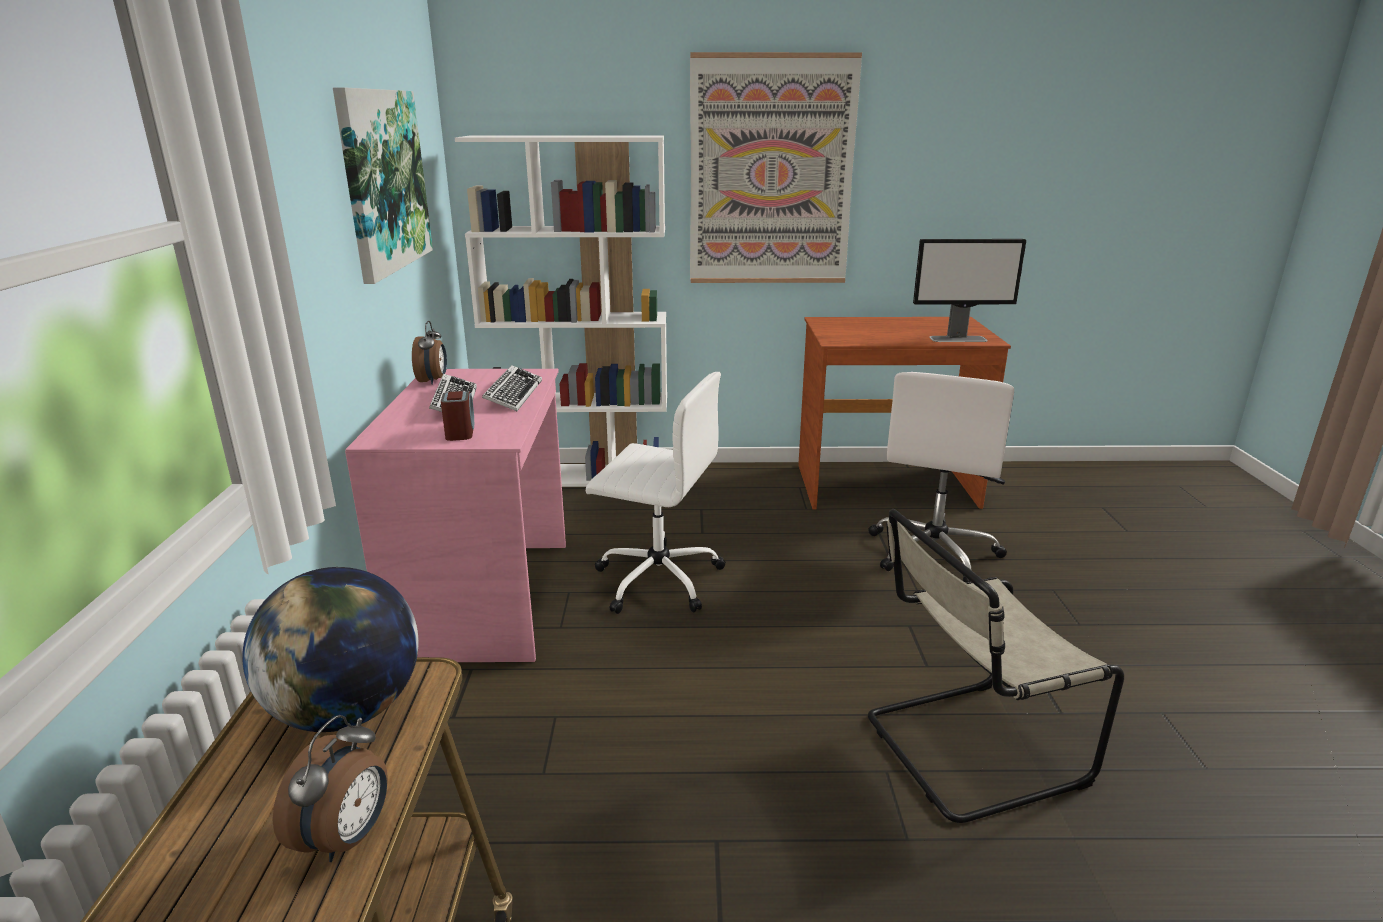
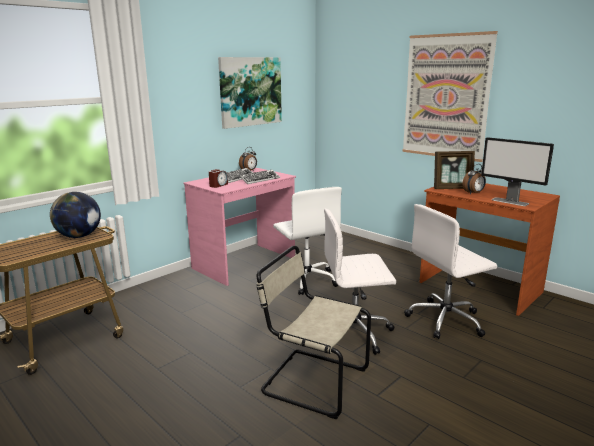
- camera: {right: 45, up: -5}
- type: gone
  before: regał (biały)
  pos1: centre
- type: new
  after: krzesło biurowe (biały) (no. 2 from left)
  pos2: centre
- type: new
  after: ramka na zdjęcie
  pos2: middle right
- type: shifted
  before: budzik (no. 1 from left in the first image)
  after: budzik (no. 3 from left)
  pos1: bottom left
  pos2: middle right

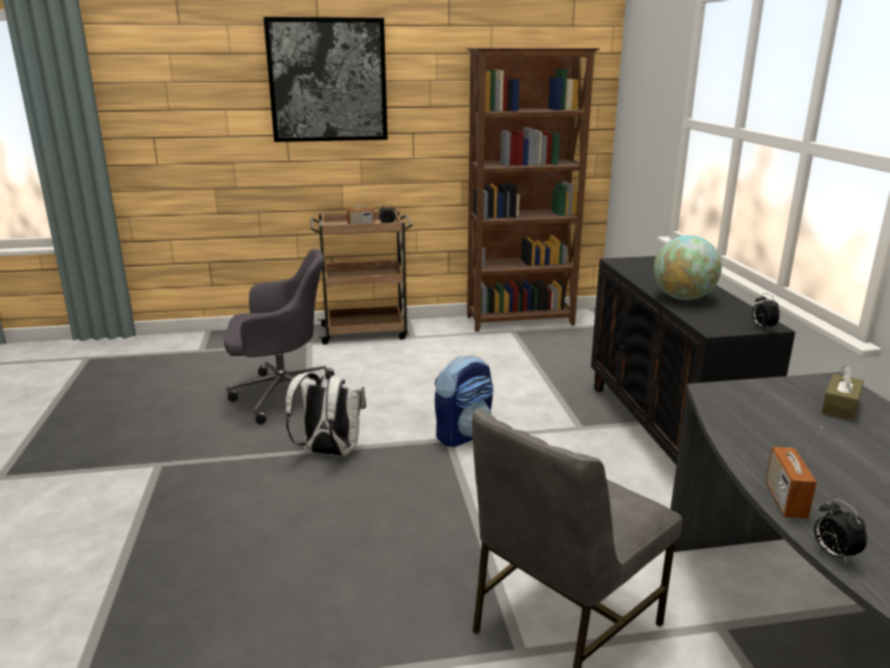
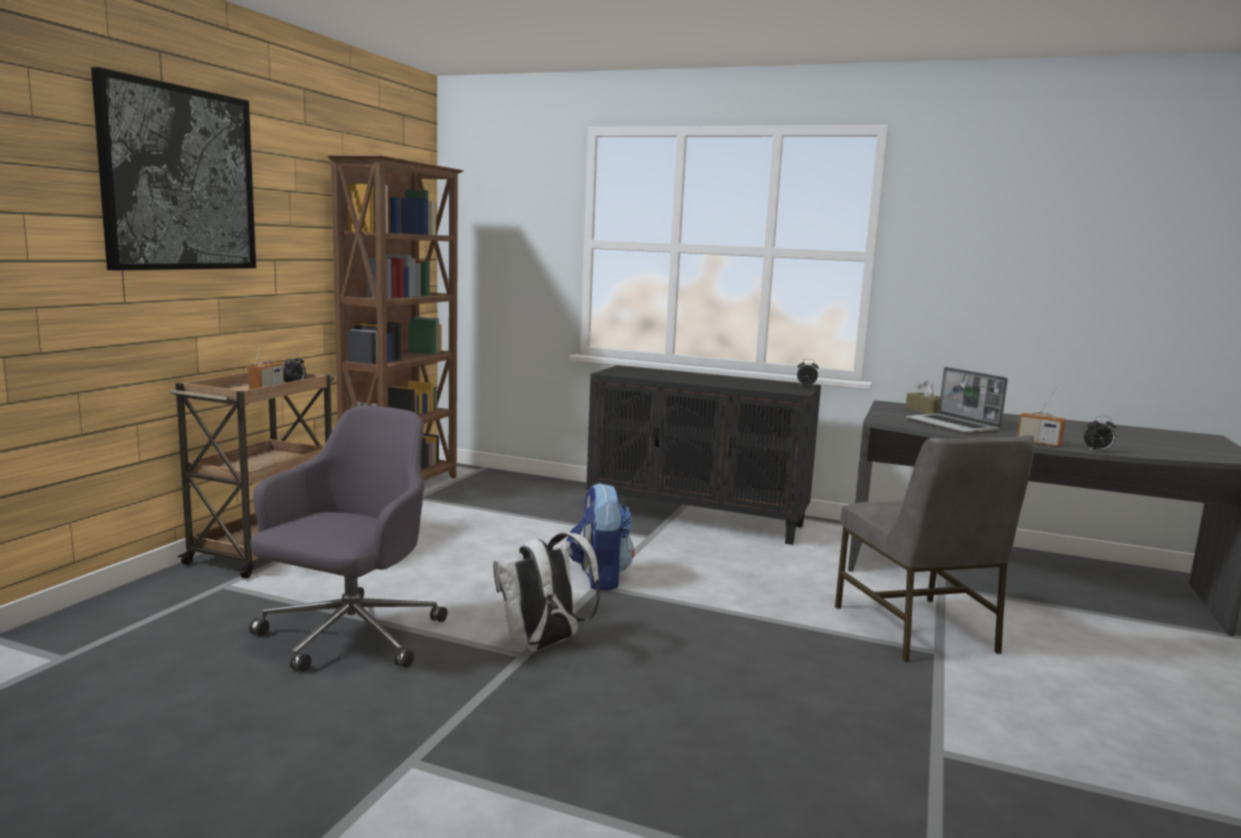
- camera: {right: -60, up: -10}
- type: gone
  before: globus
  pos1: middle right
- type: new
  after: laptop
  pos2: middle right

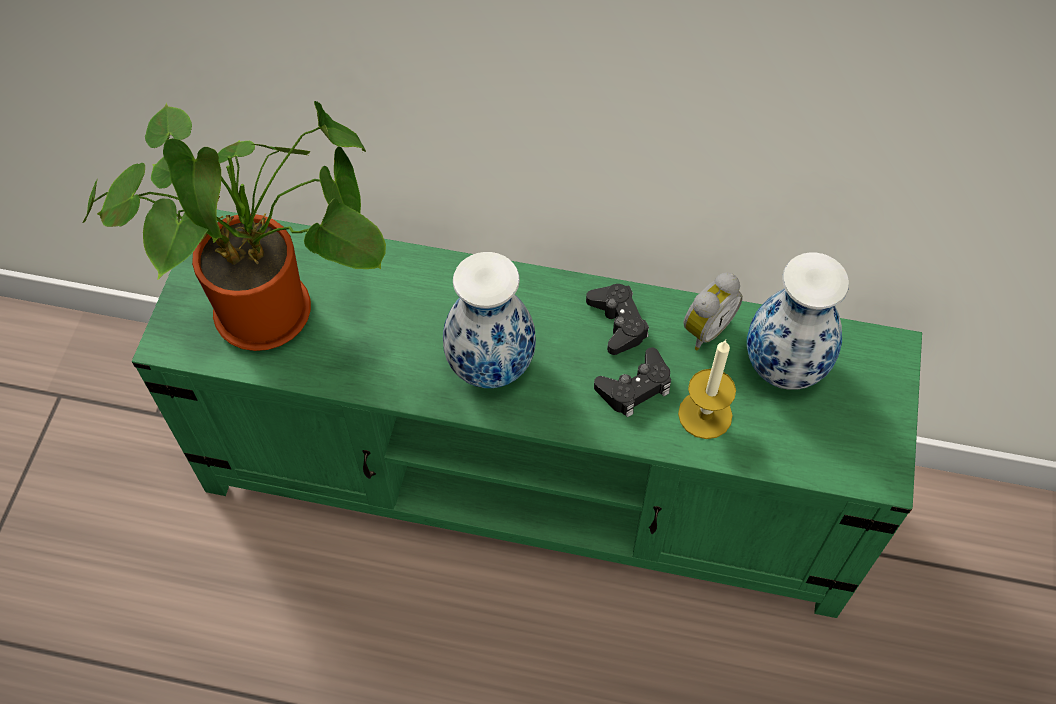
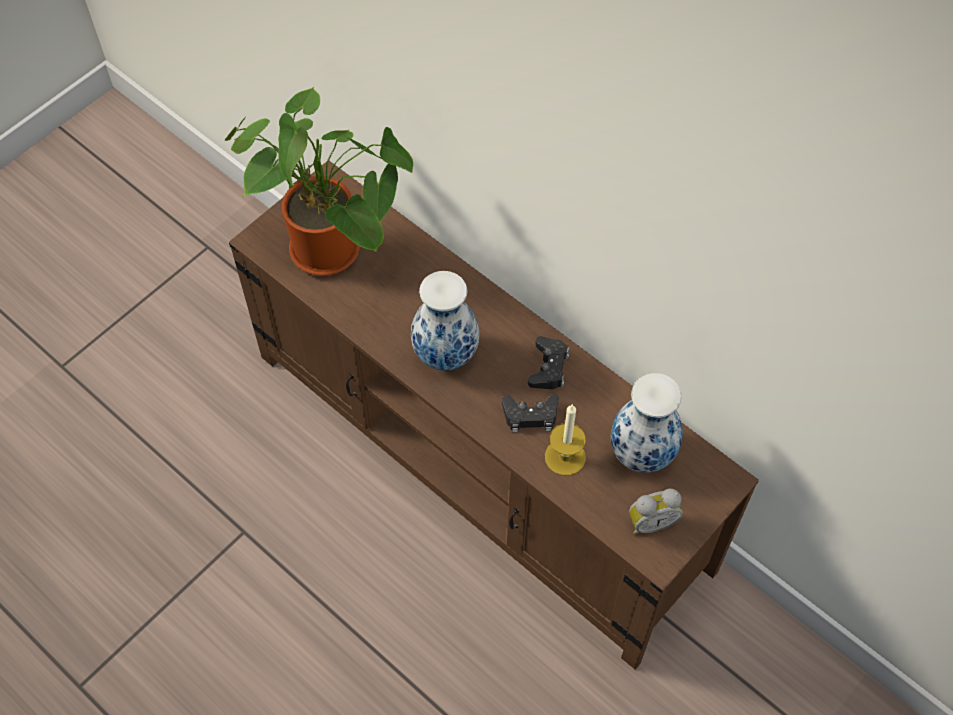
- camera: {right: 30, up: 0}
- type: shifted
  before: budzik
  pos1: middle right
  pos2: bottom right
- type: repainted
  before: szafka pod telewizor (zielony)
  after: szafka pod telewizor (brązowy)
  pos1: centre
  pos2: centre

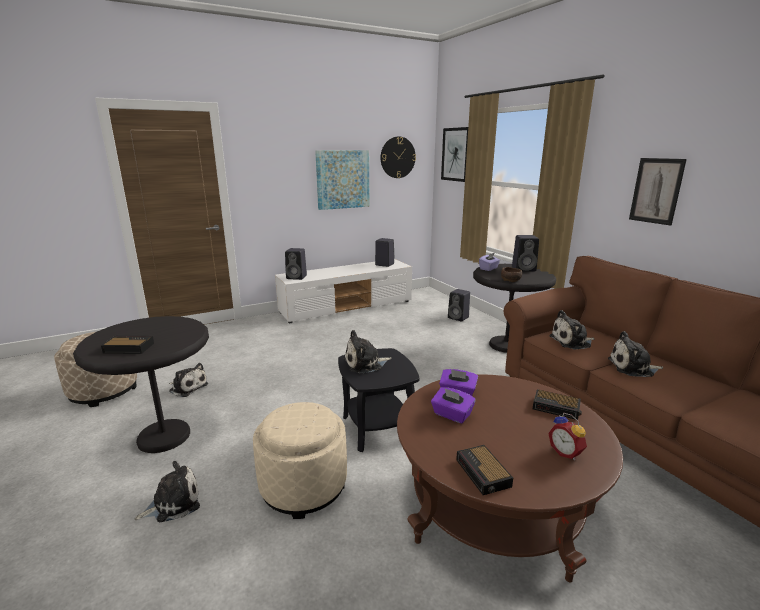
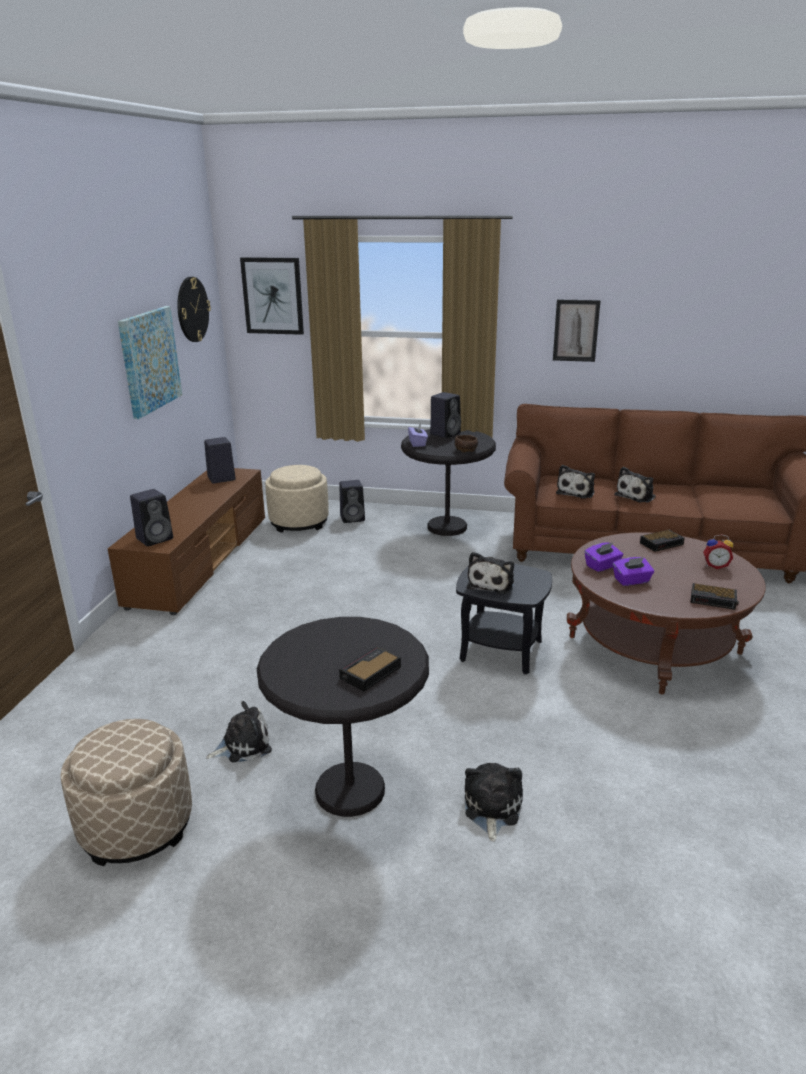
- camera: {right: -50, up: 5}
- type: shifted
  before: pufa (beżowy) (no. 2 from left)
  pos1: bottom centre
  pos2: centre
- type: repainted
  before: szafka pod telewizor (biały)
  after: szafka pod telewizor (brązowy)
  pos1: centre
  pos2: middle left

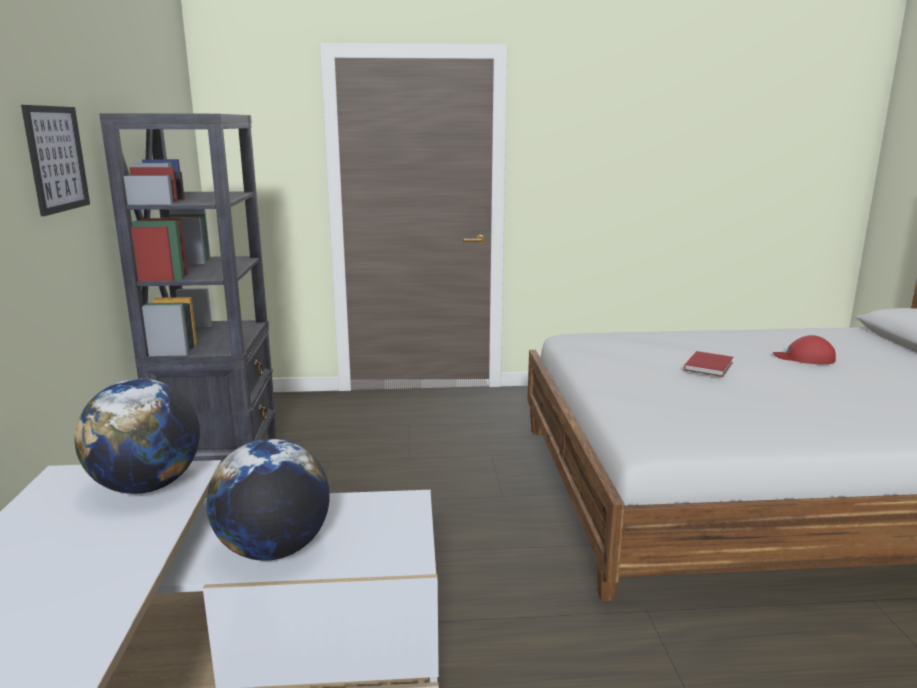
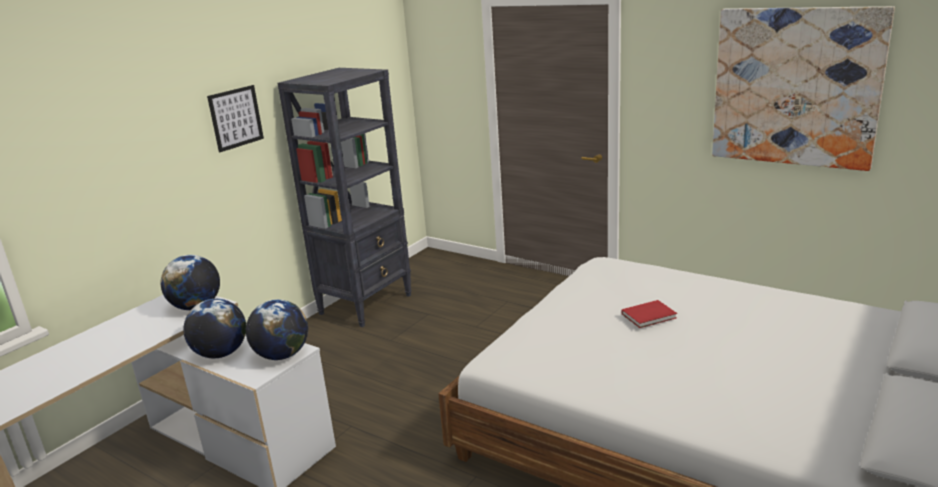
- camera: {right: 40, up: 5}
- type: gone
  before: czapka z daszkiem (czerwony)
  pos1: middle right
- type: new
  after: globus (no. 3 from left)
  pos2: bottom left
- type: new
  after: obraz (no. 2 from left)
  pos2: top right

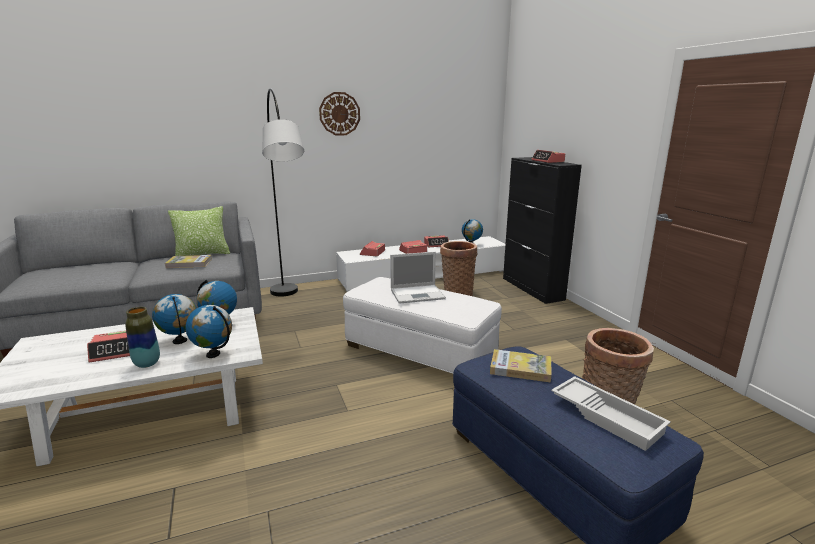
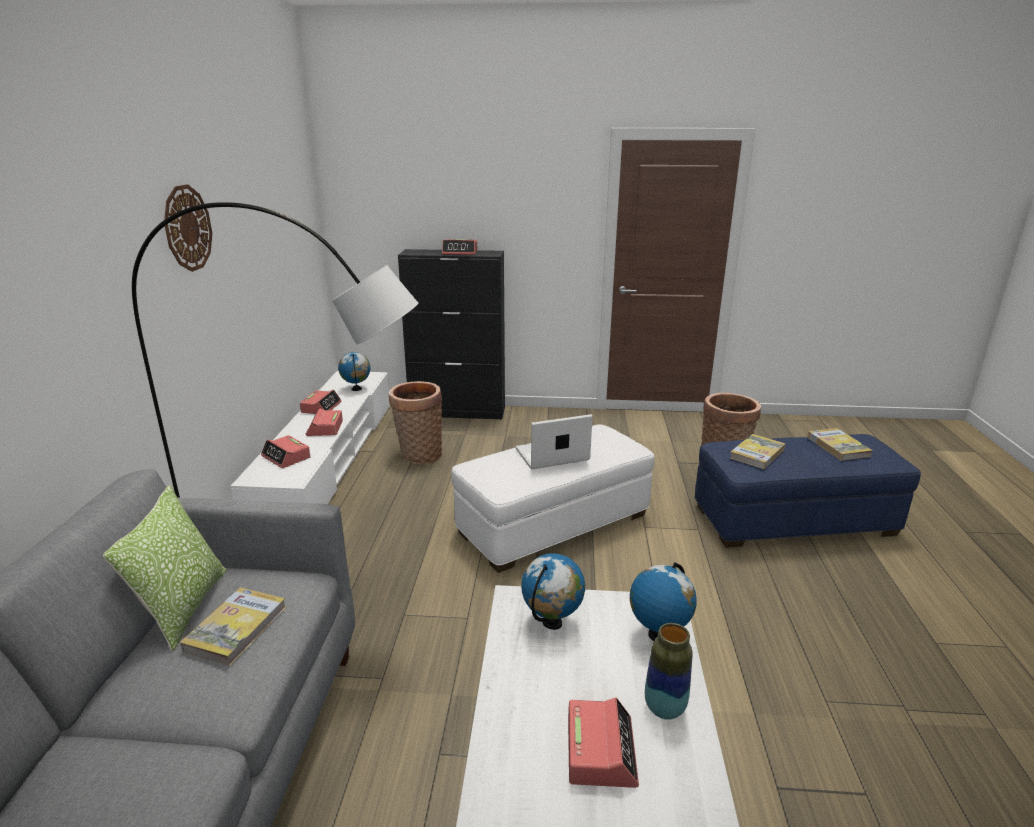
- camera: {right: -65, up: 5}
- type: gone
  before: globus (no. 1 from left)
  pos1: middle left
- type: swapped
  before: taca (biały)
  after: książka (no. 3 from left)
  pos1: bottom right
  pos2: middle right
- type: rotated
  before: laptop
  pos1: centre
  pos2: centre
  turn: -120

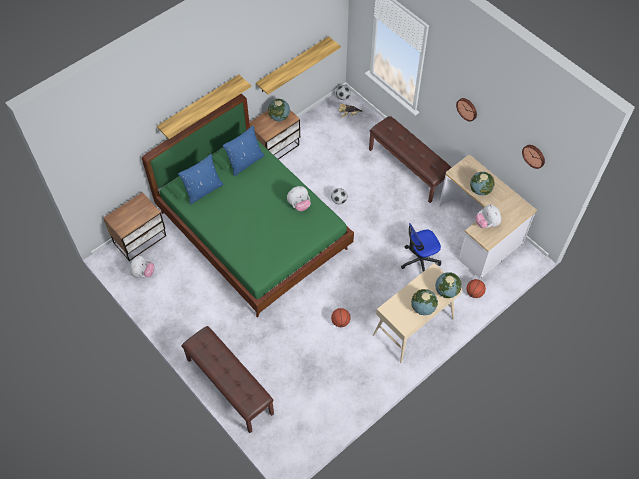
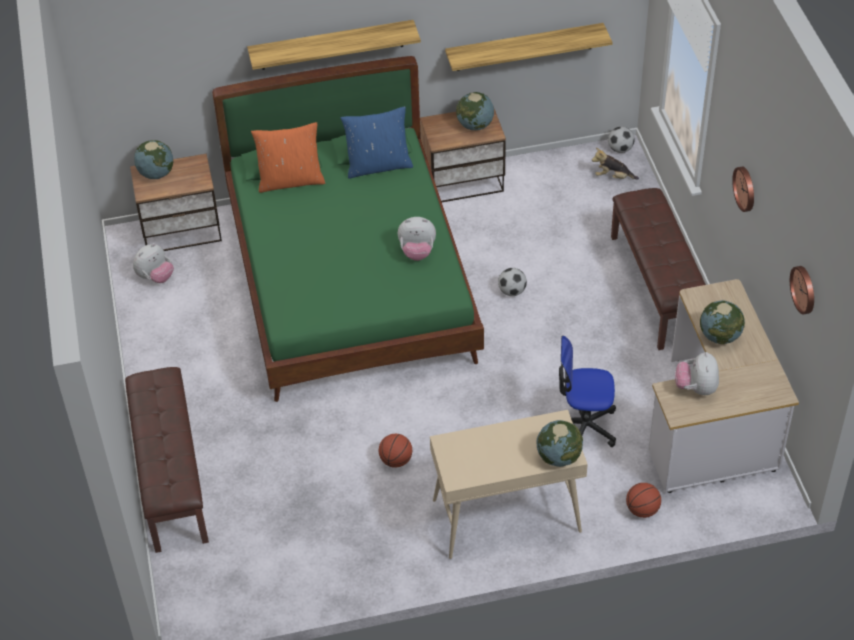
- camera: {right: 30, up: -10}
- type: shifted
  before: globus (no. 2 from left in the first image)
  after: globus (no. 1 from left)
  pos1: centre
  pos2: top left
- type: repainted
  before: poduszka (niebieski) (no. 1 from left)
  after: poduszka (pomarańczowy)
  pos1: middle left
  pos2: top centre

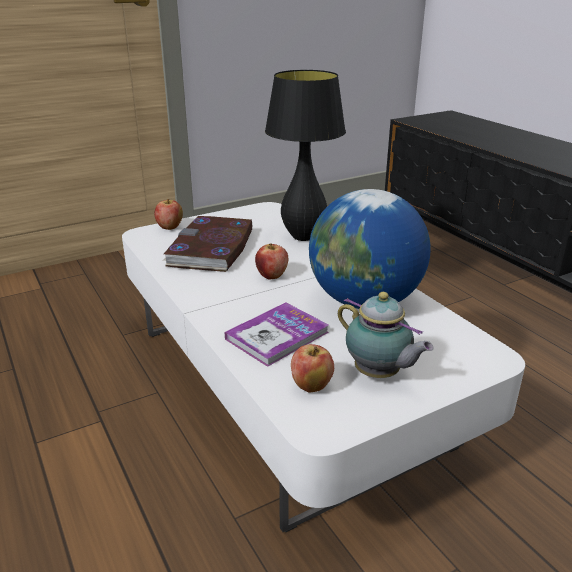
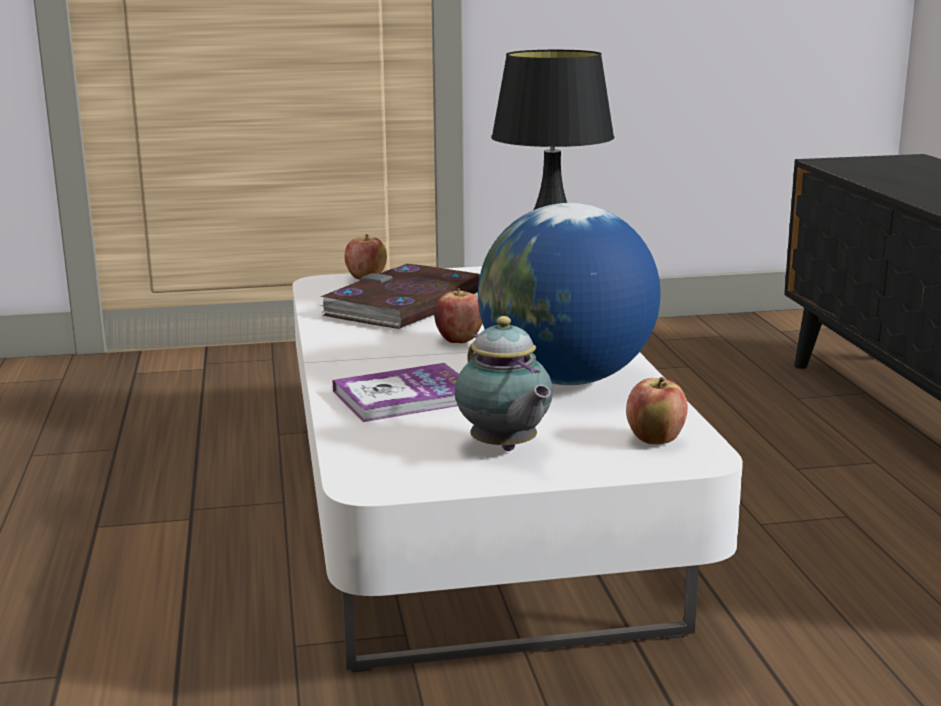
- camera: {right: 20, up: -10}
- type: shifted
  before: jabłko (no. 3 from left)
  pos1: centre
  pos2: middle right

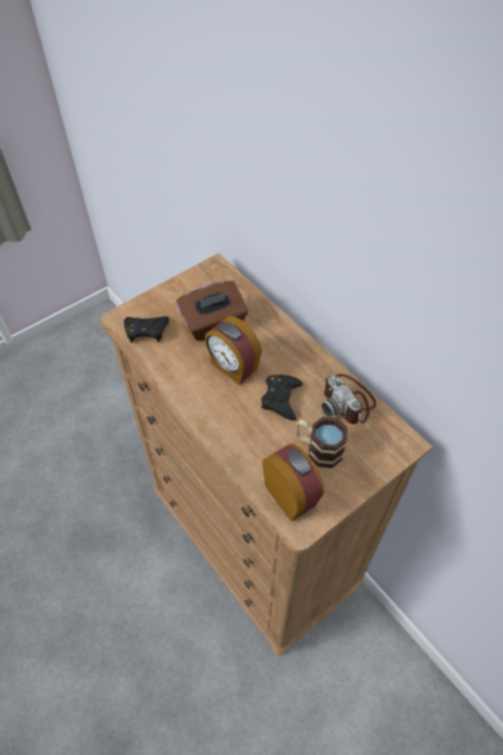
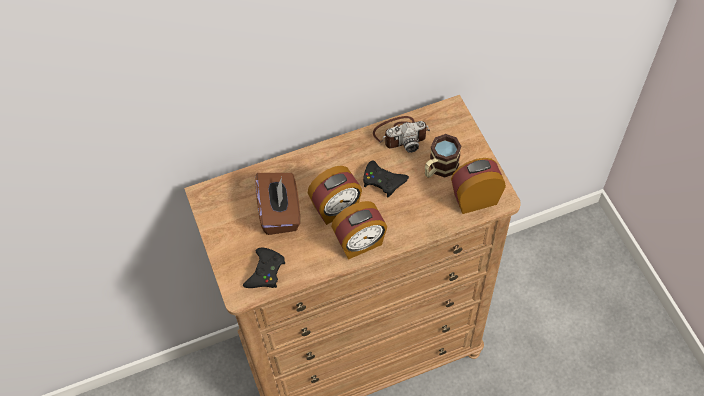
- camera: {right: -70, up: 5}
- type: new
  after: budzik (no. 2 from left)
  pos2: centre

